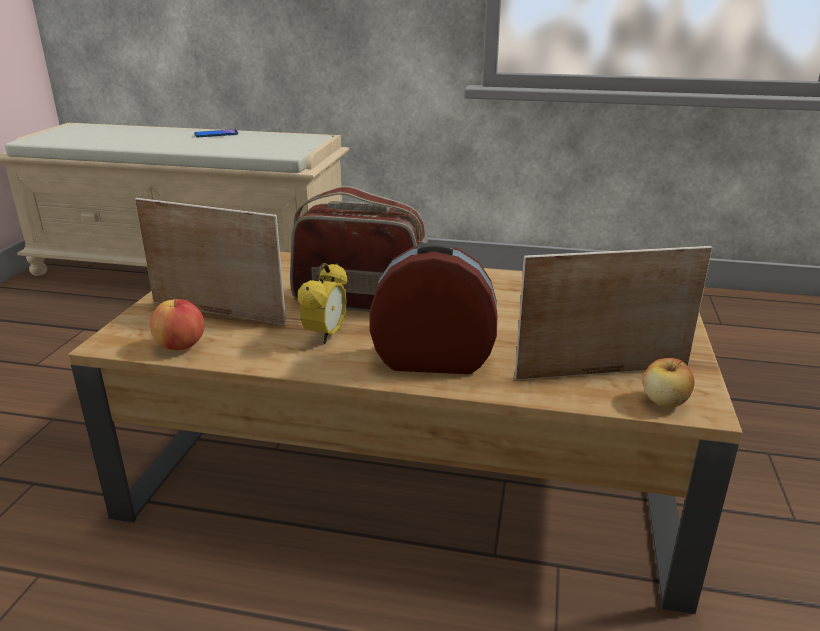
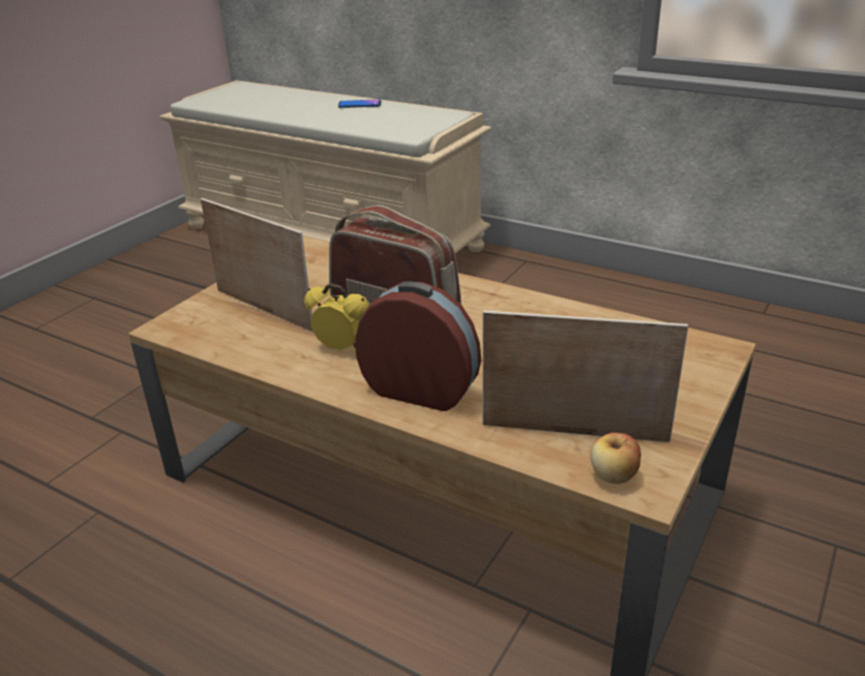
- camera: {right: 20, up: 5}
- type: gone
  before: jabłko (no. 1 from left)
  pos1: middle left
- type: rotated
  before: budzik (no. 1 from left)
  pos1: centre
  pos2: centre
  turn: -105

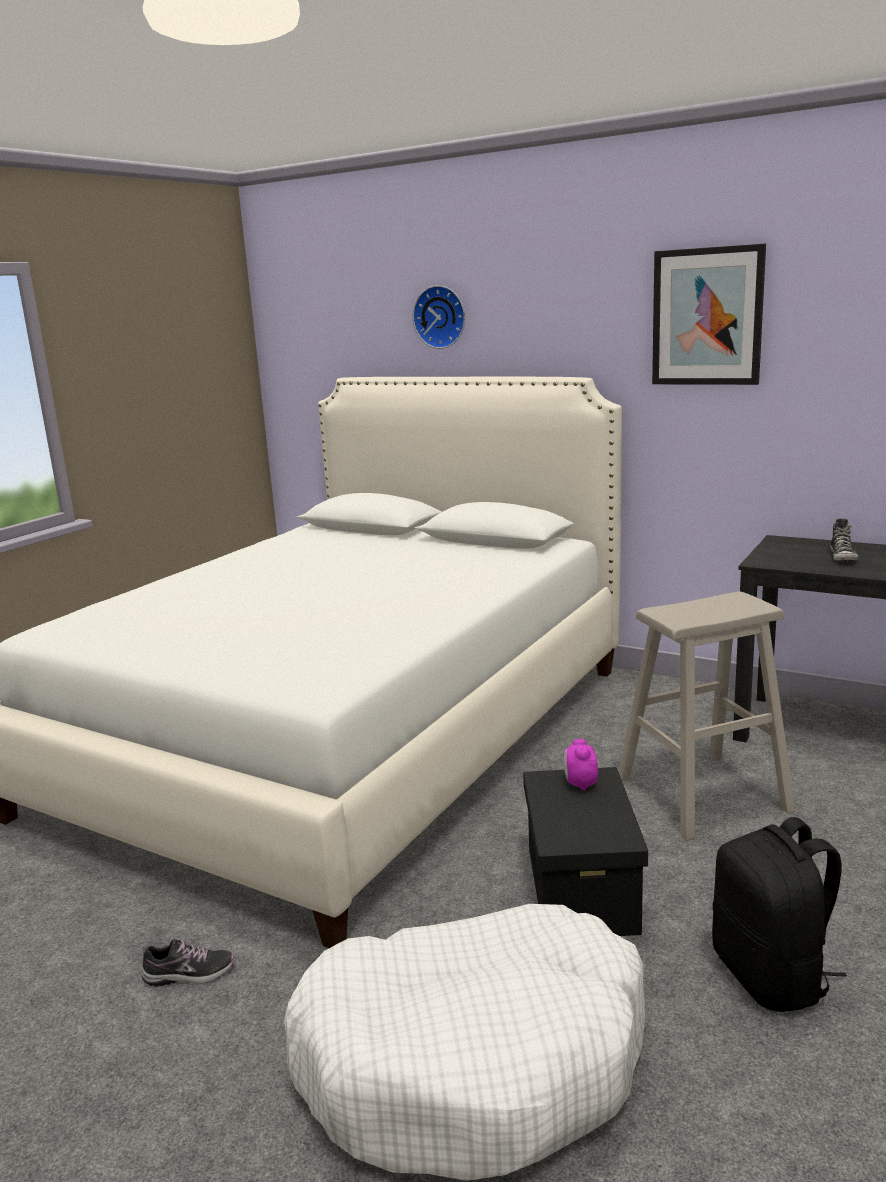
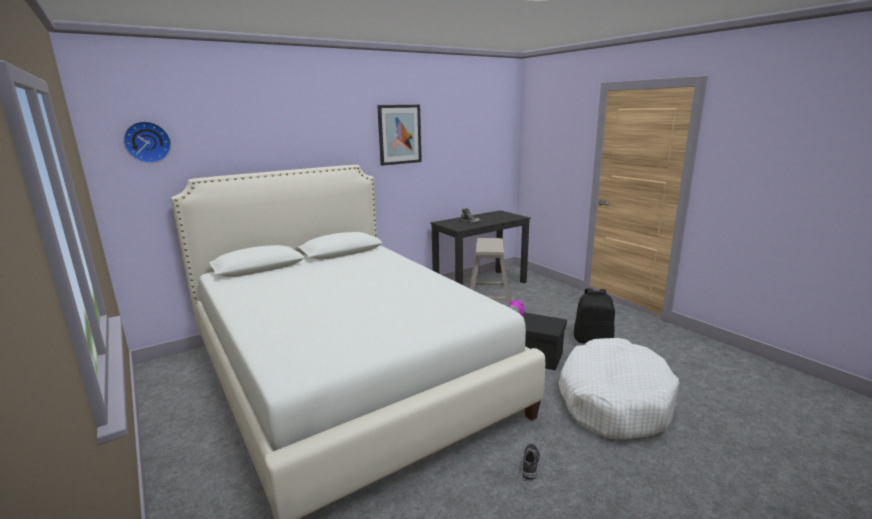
- camera: {right: -65, up: 0}
- type: shifted
  before: zegar ścienny
  pos1: top centre
  pos2: top left

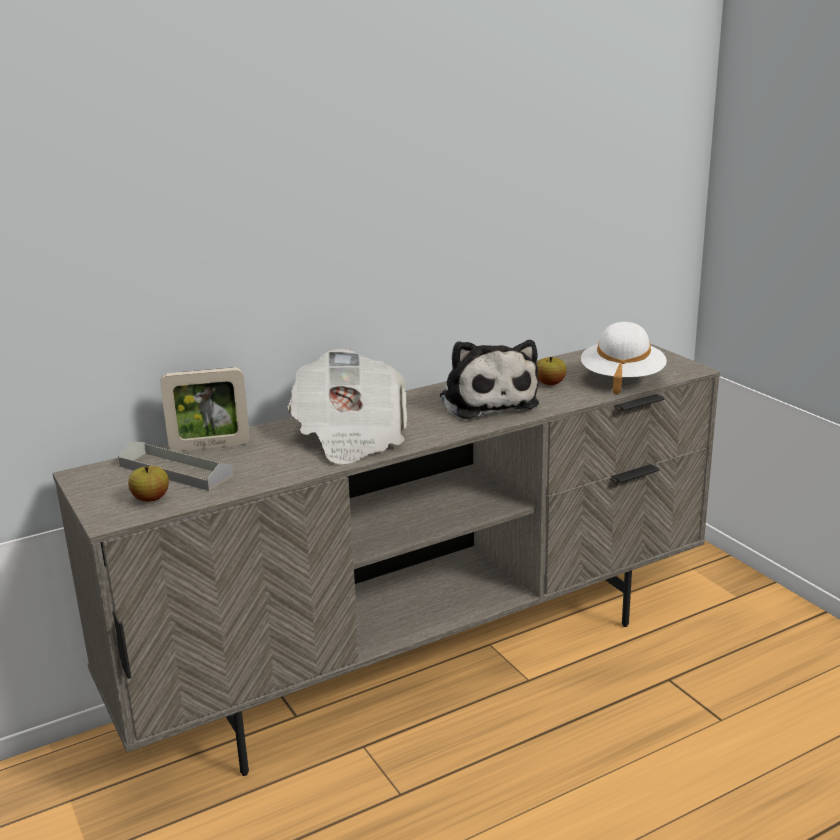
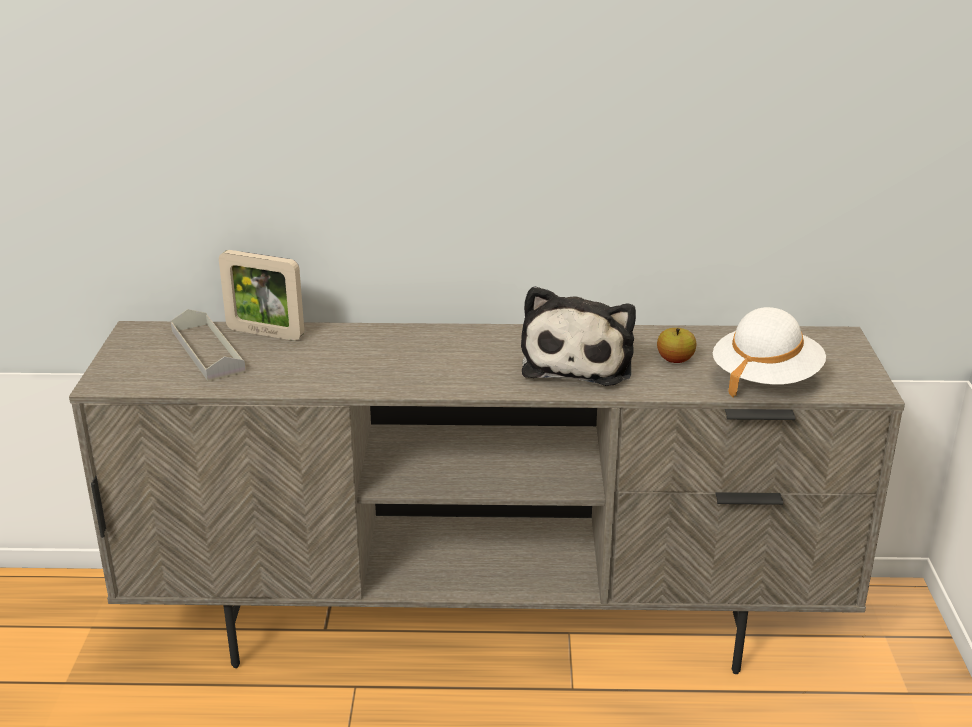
- camera: {right: 30, up: 5}
- type: gone
  before: jabłko (no. 1 from left)
  pos1: middle left
- type: gone
  before: gazeta
  pos1: centre

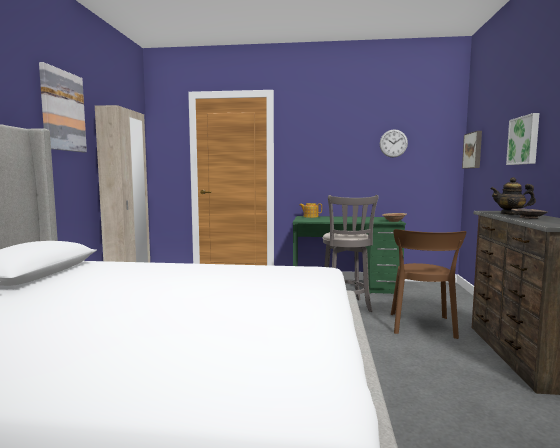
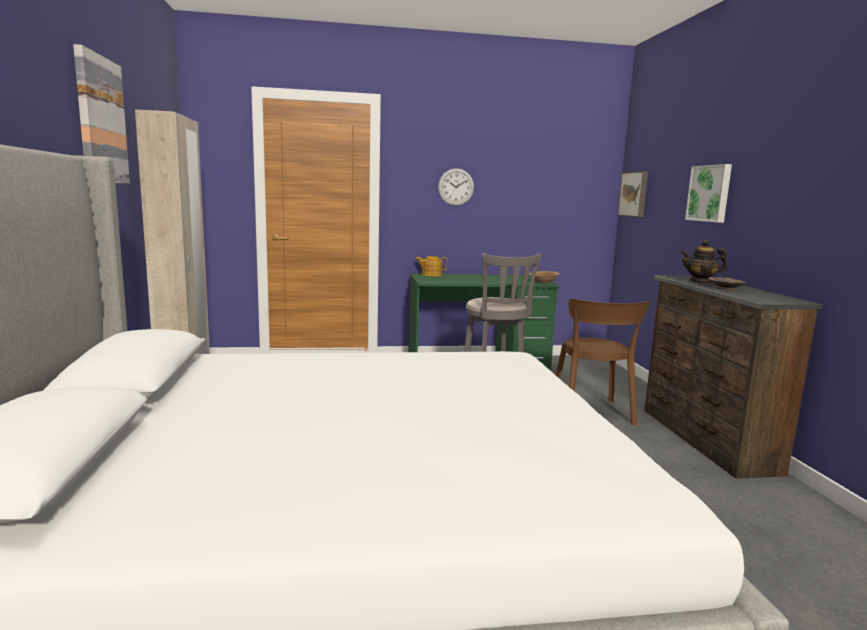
- camera: {right: -15, up: 5}
- type: shifted
  before: zegar ścienny
  pos1: top right
  pos2: top centre

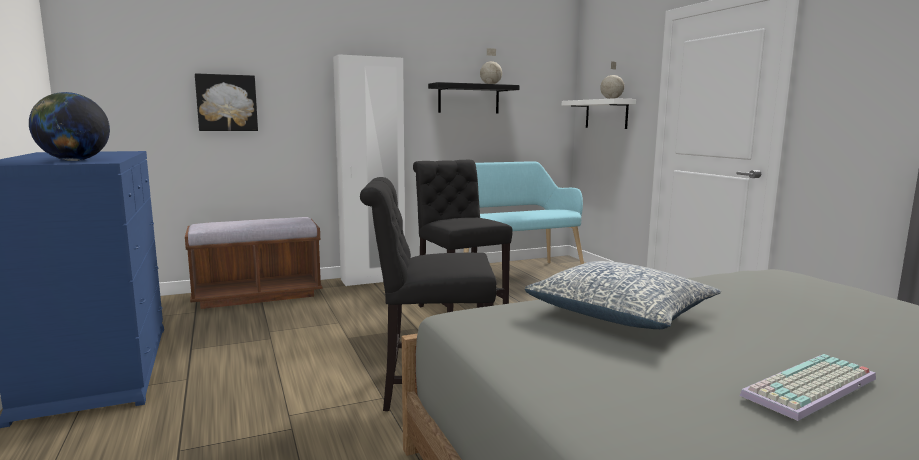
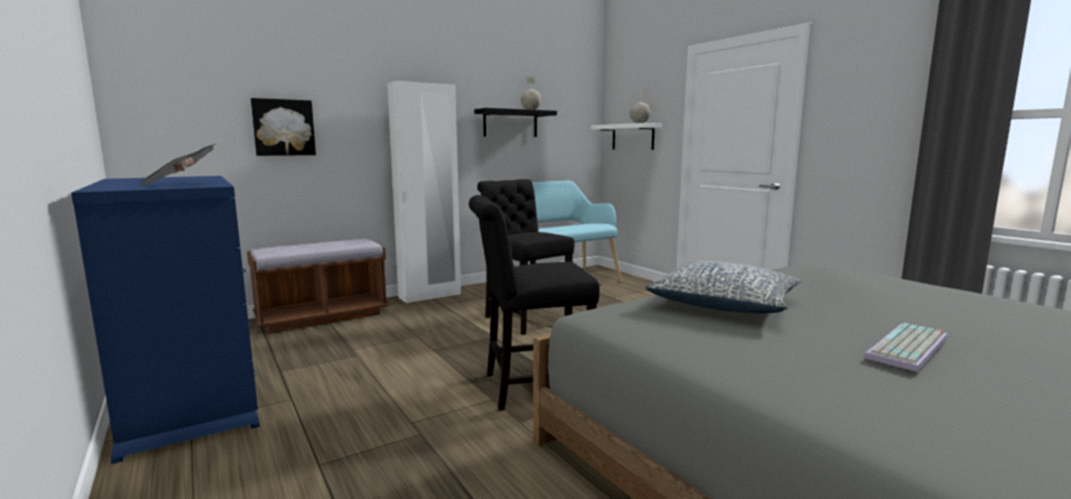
- camera: {right: -10, up: 0}
- type: swapped
  before: globus (no. 1 from left)
  after: gazeta
  pos1: top left
  pos2: top left

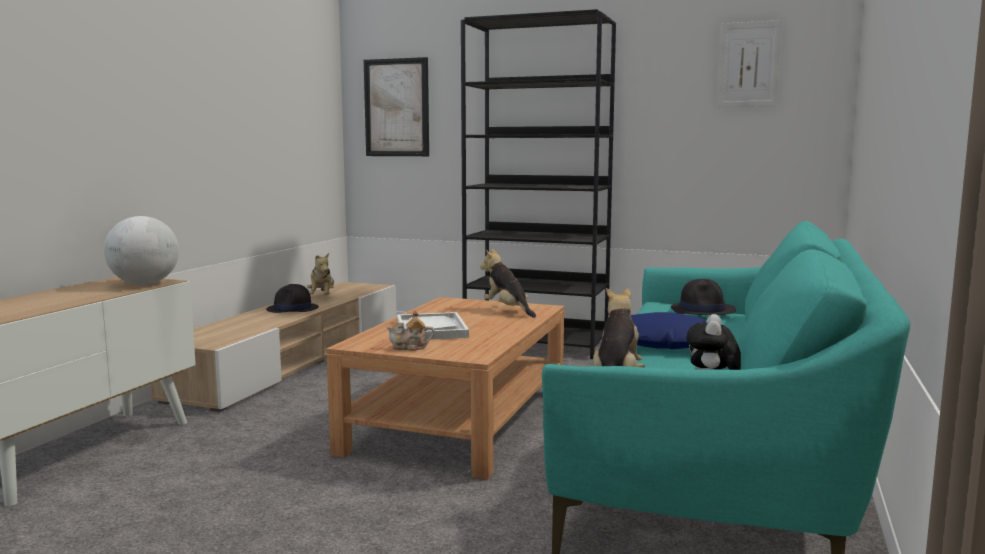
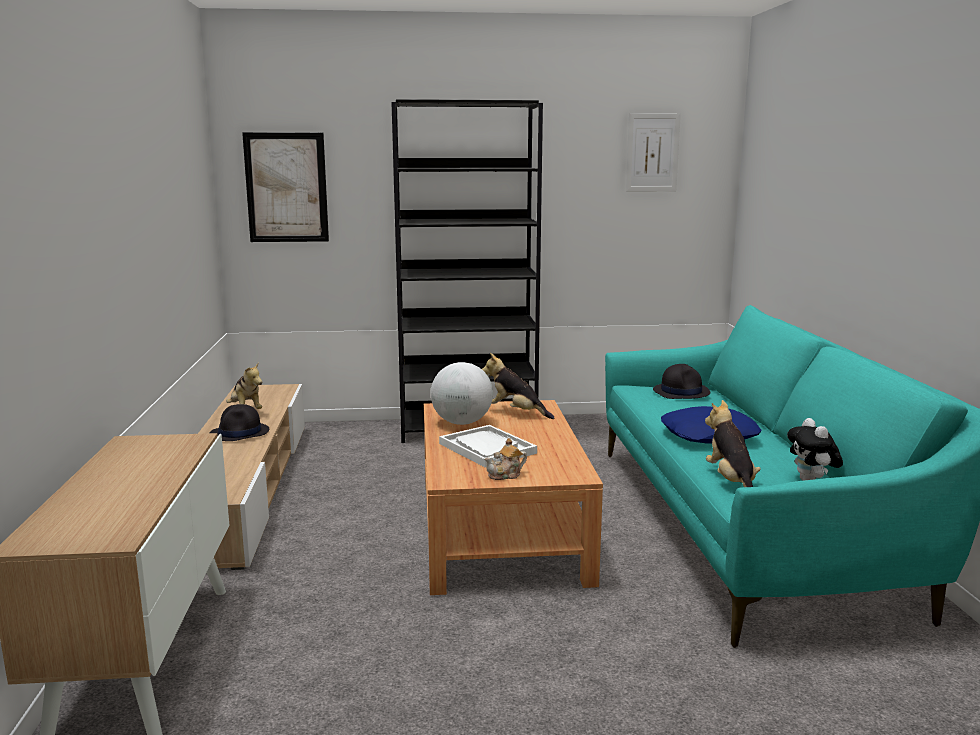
- camera: {right: -25, up: 5}
- type: shifted
  before: globus
  pos1: middle left
  pos2: centre

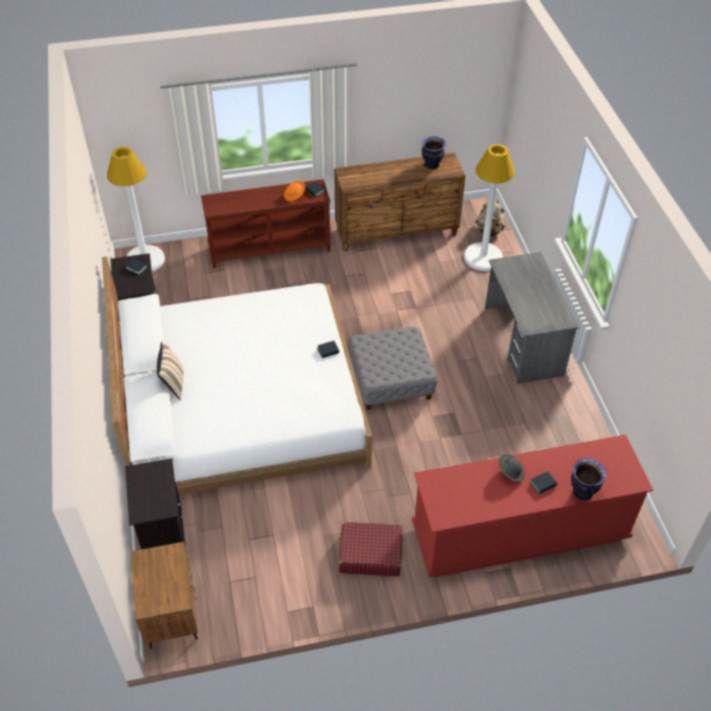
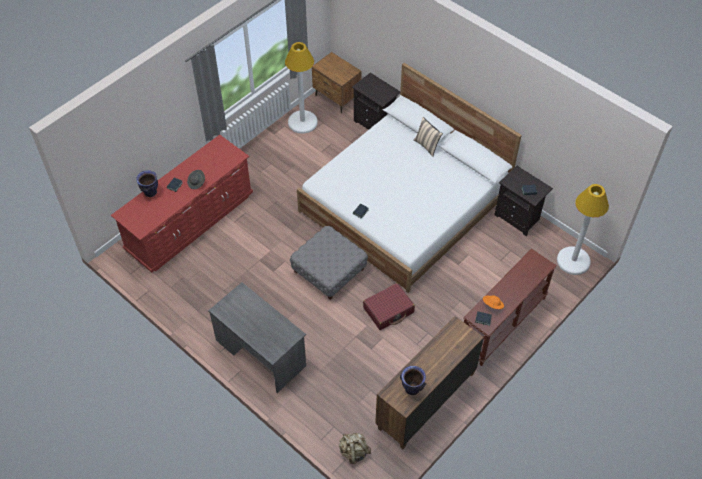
- camera: {right: 145, up: 5}
- type: shifted
  before: walizka (czerwony)
  pos1: bottom centre
  pos2: centre
- type: shifted
  before: lampa stojąca (biały) (no. 2 from left in the first image)
  after: lampa stojąca (biały) (no. 1 from left)
  pos1: top right
  pos2: top centre

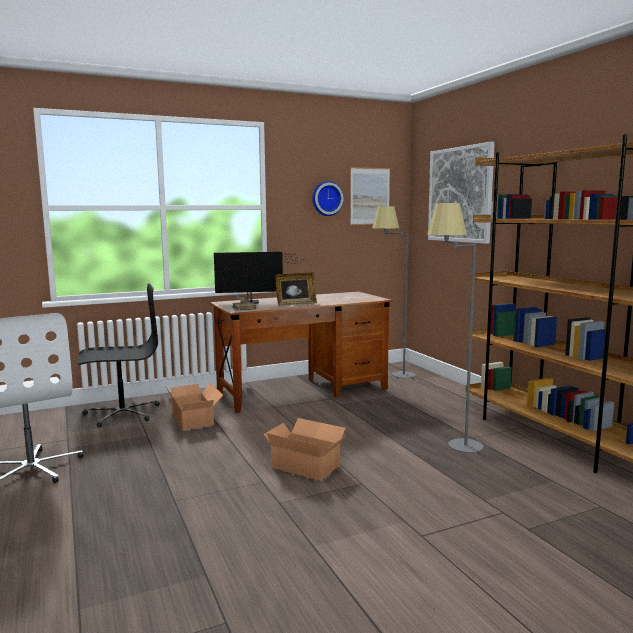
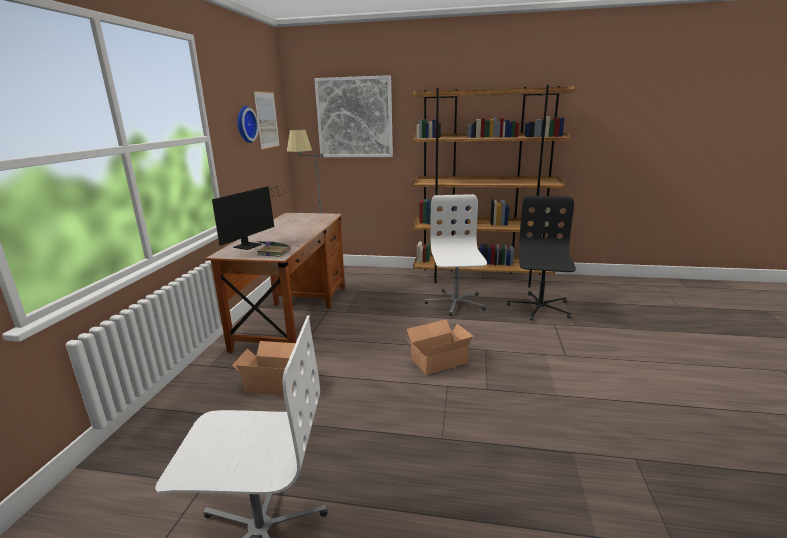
- camera: {right: -55, up: 10}
- type: gone
  before: ramka na zdjęcie
  pos1: centre
- type: shifted
  before: krzesło biurowe (czarny)
  pos1: middle left
  pos2: middle right
- type: swapped
  before: lampa stojąca (szary) (no. 2 from left)
  after: krzesło biurowe (biały) (no. 2 from left)
  pos1: middle right
  pos2: centre

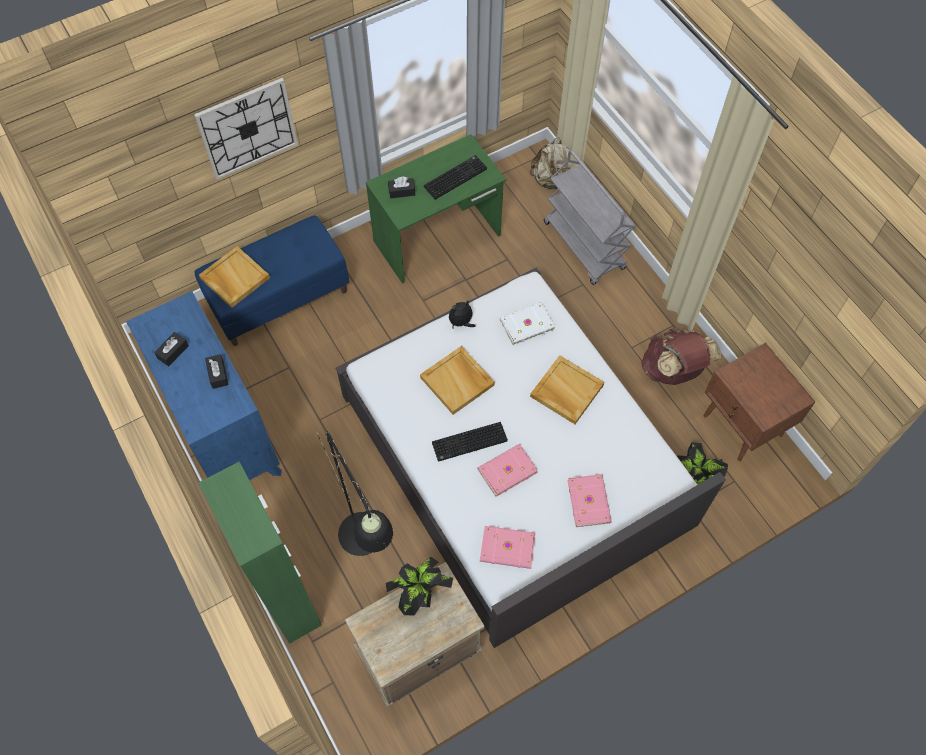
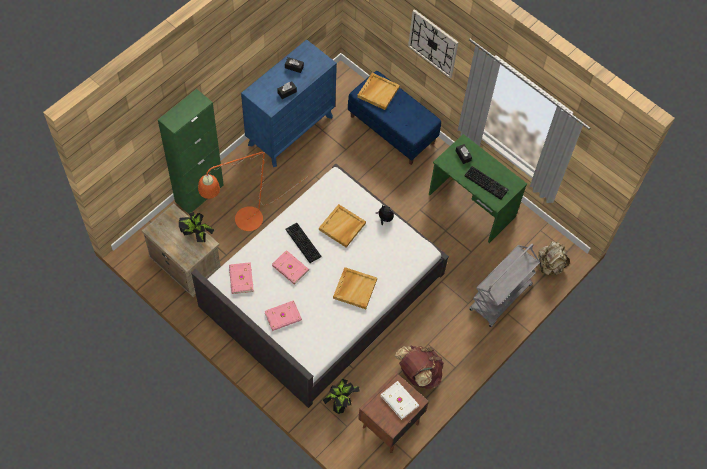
- camera: {right: 70, up: 0}
- type: shifted
  before: książka (biały)
  pos1: centre
  pos2: bottom centre
- type: repainted
  before: lampa stojąca (czarny)
  after: lampa stojąca (pomarańczowy)
  pos1: centre
  pos2: centre

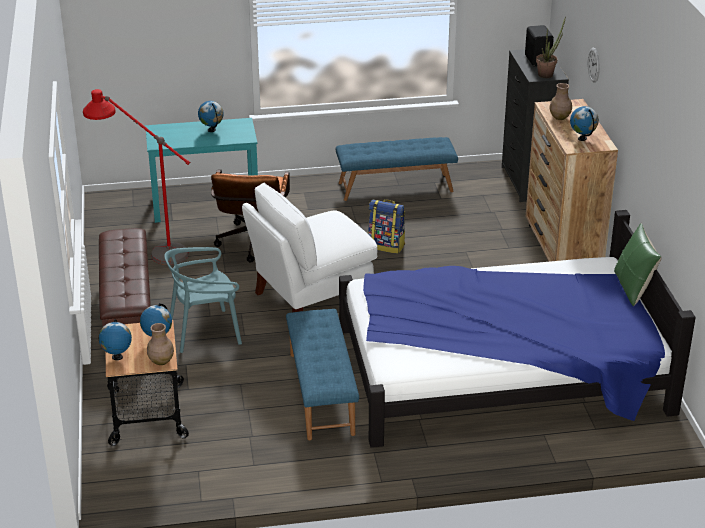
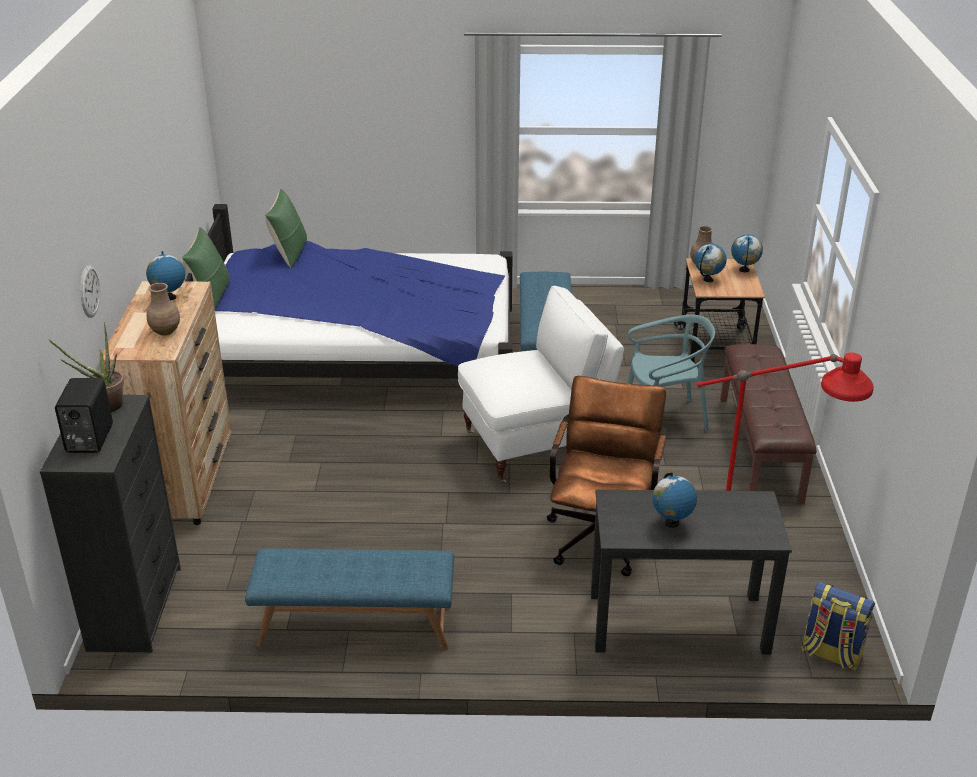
- camera: {right: -170, up: 0}
- type: new
  after: poduszka (zielony) (no. 2 from left)
  pos2: top left
- type: shifted
  before: plecak
  pos1: centre
  pos2: bottom right
- type: repainted
  before: biurko (turkusowy)
  after: biurko (czarny)
  pos1: top left
  pos2: bottom right

